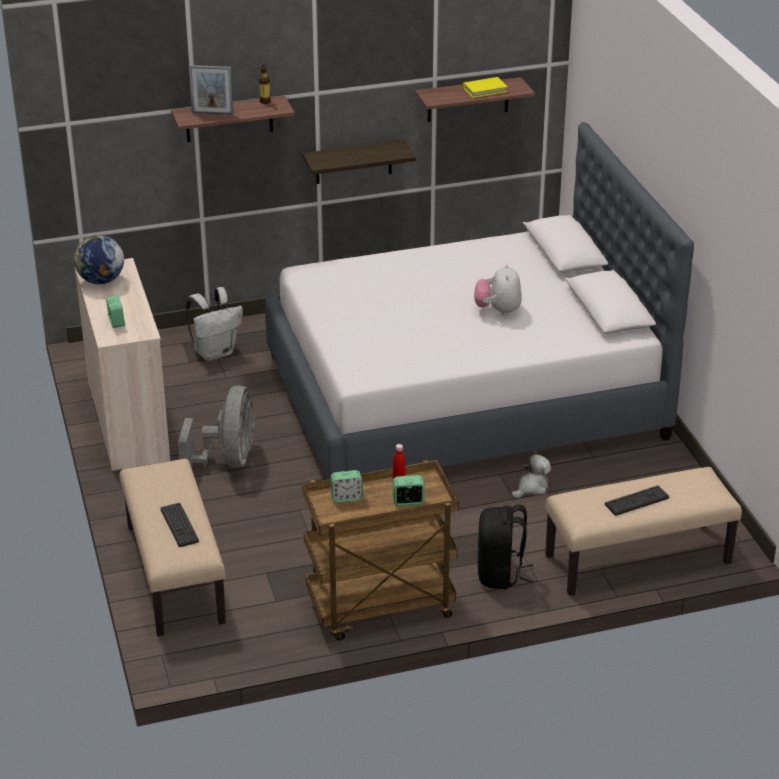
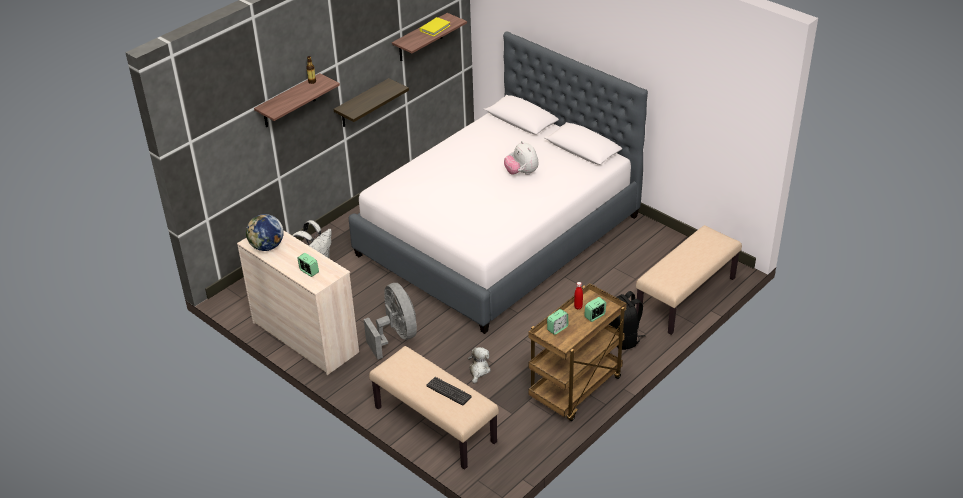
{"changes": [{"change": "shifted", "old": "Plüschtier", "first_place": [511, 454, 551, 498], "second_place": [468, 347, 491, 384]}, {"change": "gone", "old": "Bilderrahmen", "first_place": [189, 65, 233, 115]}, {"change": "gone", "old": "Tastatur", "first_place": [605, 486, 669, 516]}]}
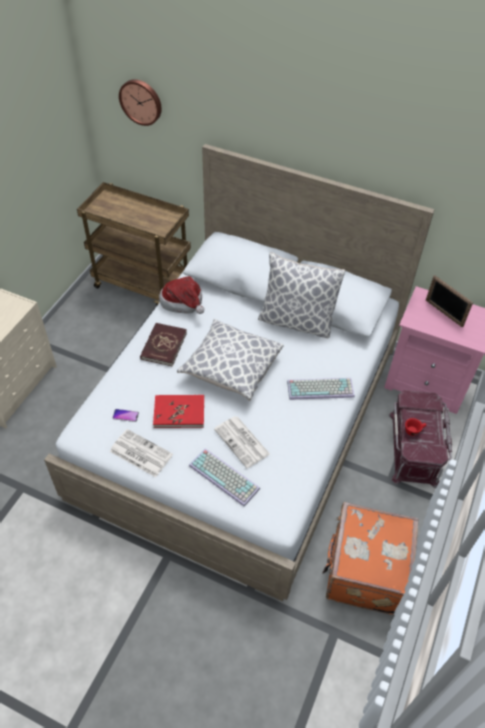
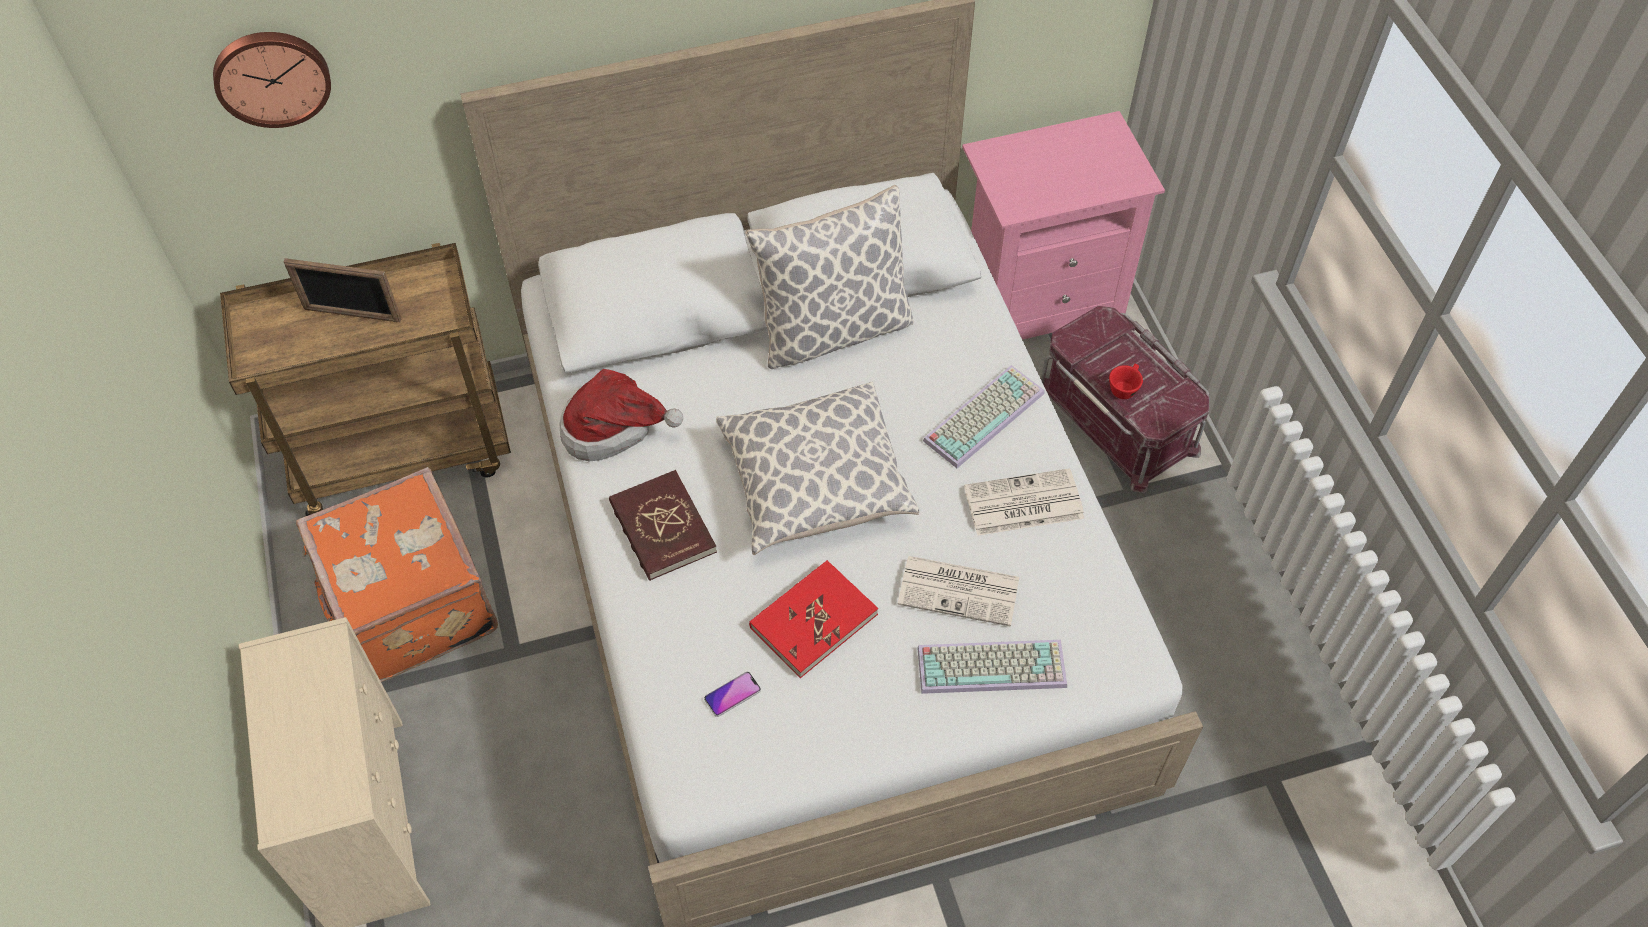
{"changes": [{"change": "shifted", "old": "Bilderrahmen", "first_place": [426, 275, 473, 327], "second_place": [283, 258, 401, 322]}, {"change": "shifted", "old": "Koffer [orange]", "first_place": [322, 502, 419, 615], "second_place": [296, 467, 498, 682]}, {"change": "shifted", "old": "Zeitung", "first_place": [110, 429, 173, 477], "second_place": [964, 468, 1084, 536]}]}
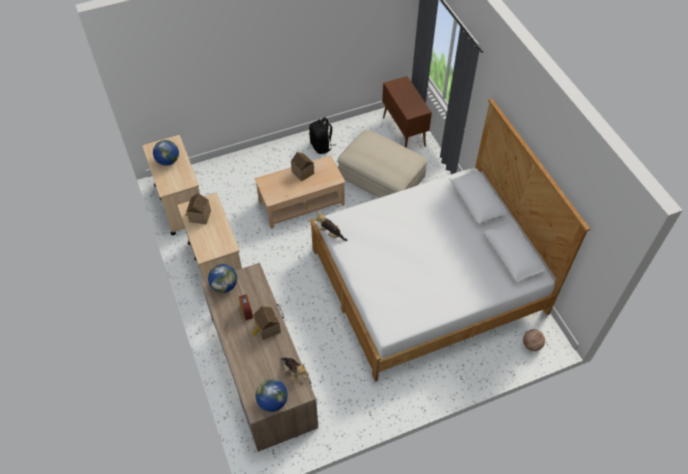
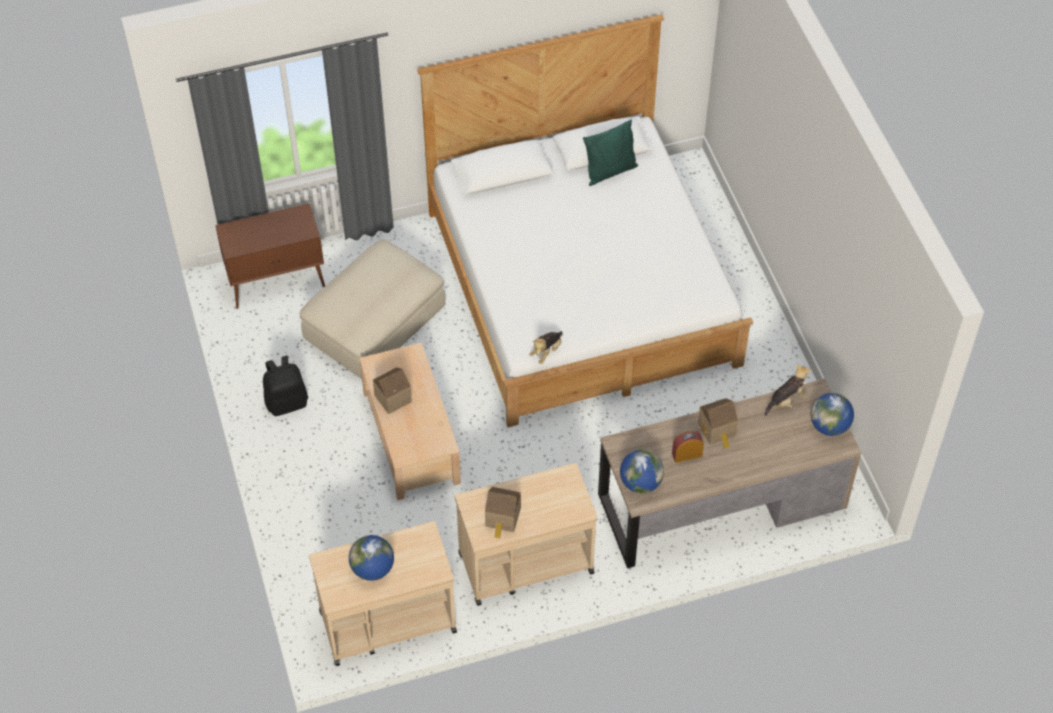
{"changes": [{"change": "new", "new": "Kissen [grün]", "second_place": [583, 120, 638, 186]}, {"change": "gone", "old": "Basketball", "first_place": [523, 329, 545, 351]}]}
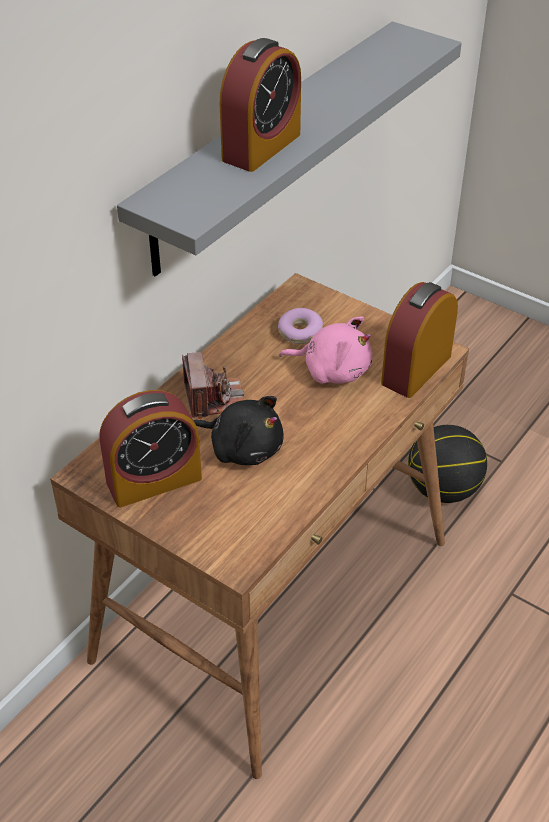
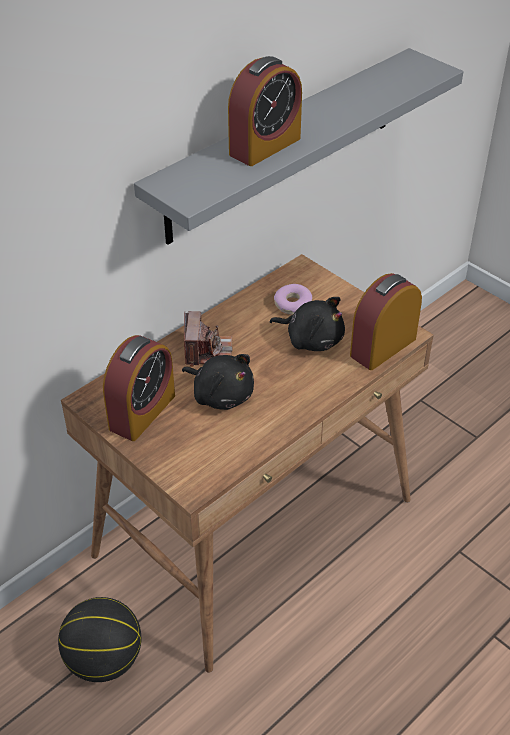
{"changes": [{"change": "shifted", "old": "Basketball", "first_place": [408, 425, 487, 503], "second_place": [58, 597, 141, 682]}, {"change": "rotated", "old": "Wecker", "first_place": [100, 390, 202, 507], "second_place": [103, 335, 175, 441], "degrees": -45}, {"change": "repainted", "old": "Plüschtier [rosa]", "new": "Plüschtier [schwarz]", "first_place": [279, 316, 372, 384], "second_place": [270, 297, 345, 351]}]}
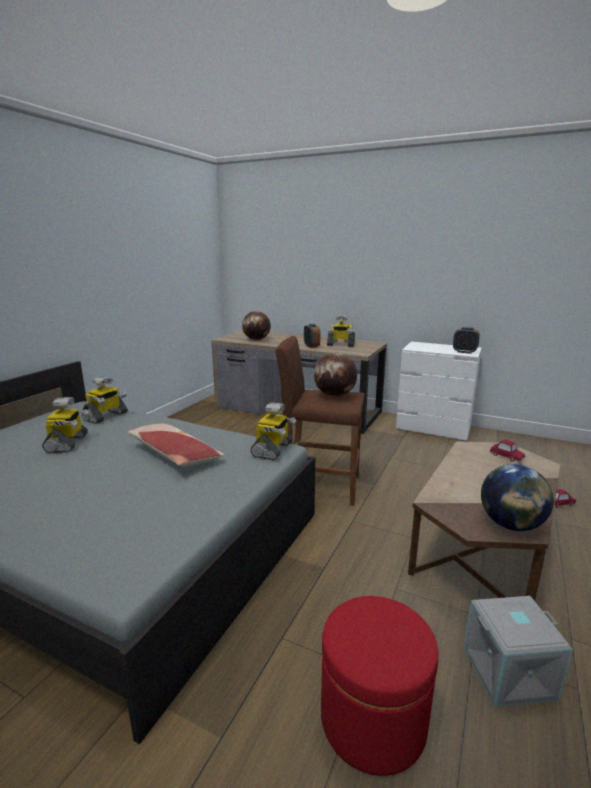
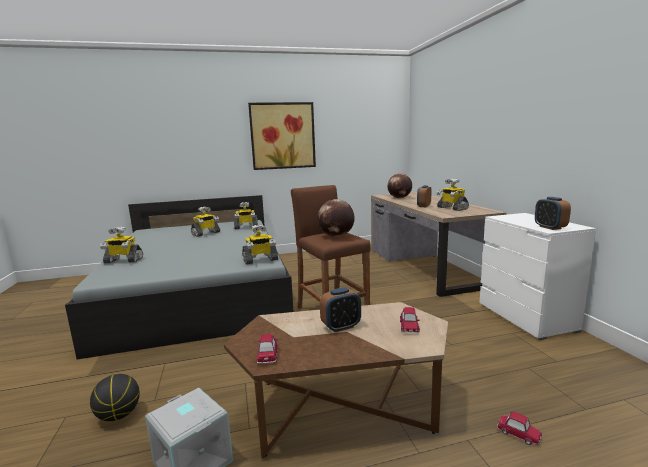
{"changes": [{"change": "swapped", "old": "Polsterhocker [rot]", "new": "Basketball", "first_place": [321, 596, 439, 776], "second_place": [90, 374, 140, 421]}, {"change": "new", "new": "Spielzeugroboter", "second_place": [100, 226, 143, 263]}, {"change": "new", "new": "Bild", "second_place": [248, 102, 316, 170]}, {"change": "swapped", "old": "Globus", "new": "Spielzeugauto", "first_place": [481, 464, 554, 531], "second_place": [257, 334, 278, 363]}, {"change": "new", "new": "Wecker", "second_place": [320, 287, 361, 332]}, {"change": "gone", "old": "Kissen", "first_place": [128, 424, 224, 466]}]}
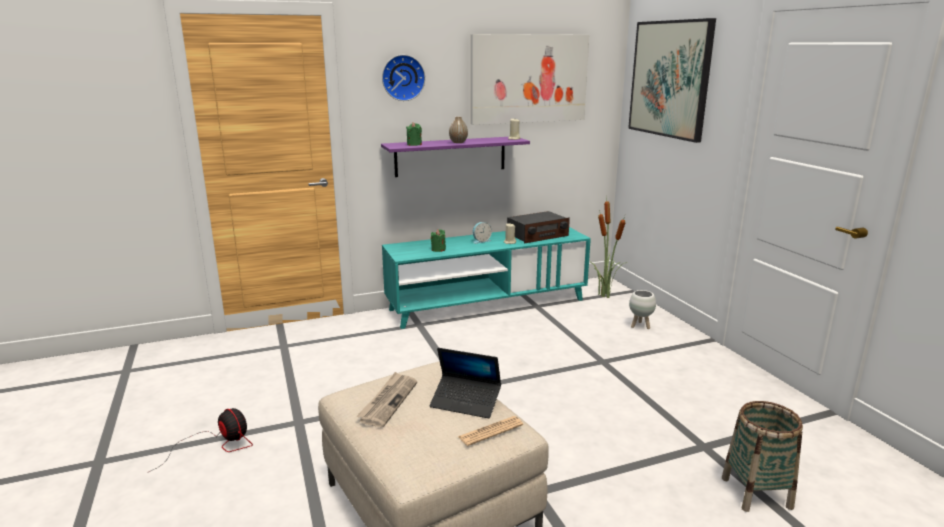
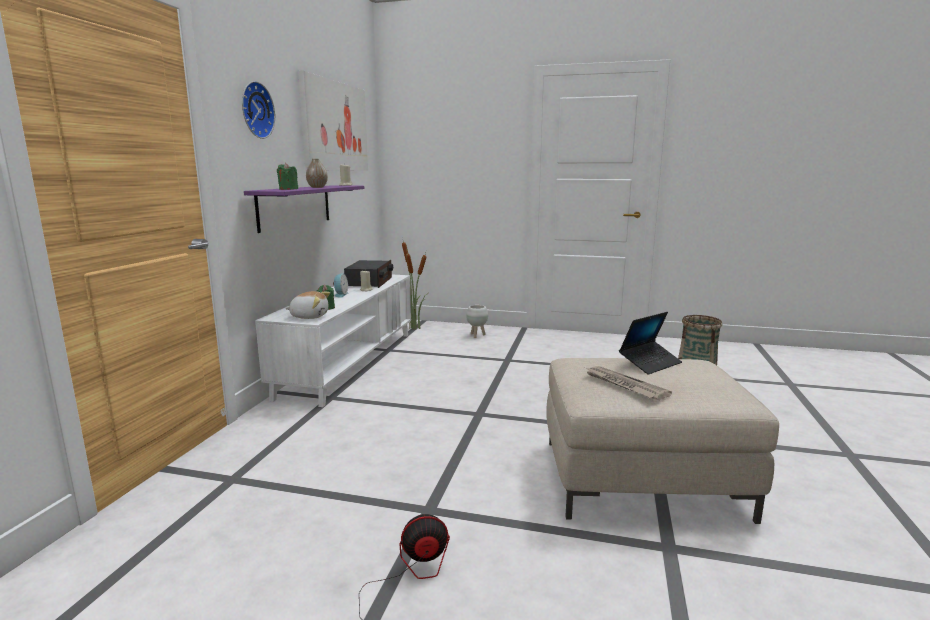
{"changes": [{"change": "repainted", "old": "Fernsehschrank [türkis]", "new": "Fernsehschrank [weiß]", "first_place": [382, 227, 591, 329], "second_place": [255, 275, 411, 407]}, {"change": "new", "new": "Plüschtier", "second_place": [286, 291, 330, 319]}, {"change": "gone", "old": "Zeitung", "first_place": [458, 416, 523, 446]}, {"change": "gone", "old": "Bild", "first_place": [628, 18, 716, 143]}]}
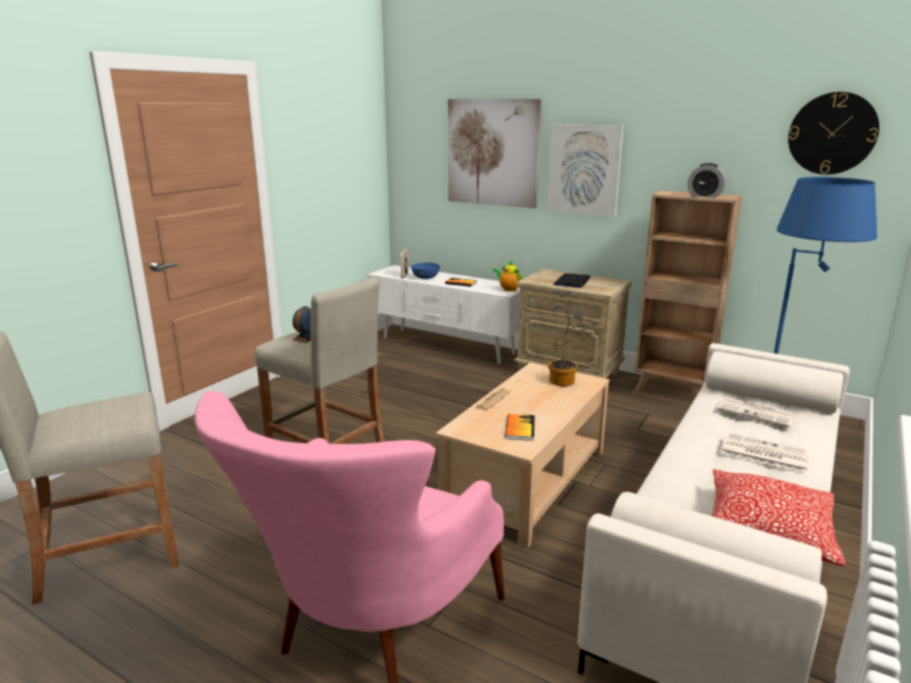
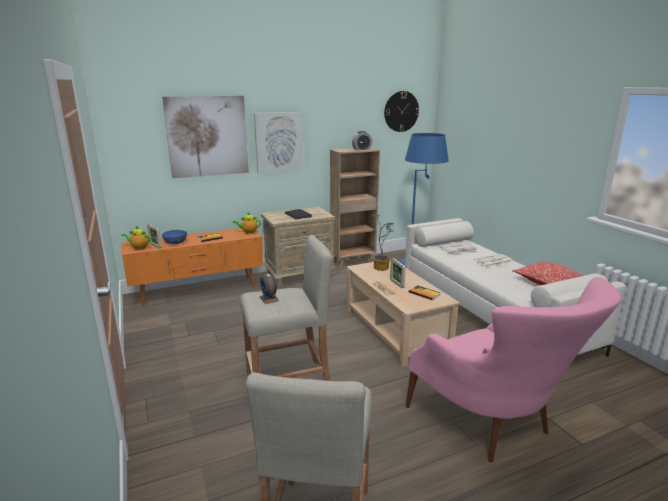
{"changes": [{"change": "new", "new": "Teekanne", "second_place": [121, 225, 150, 250]}, {"change": "repainted", "old": "Fernsehschrank [weiß]", "new": "Fernsehschrank [orange]", "first_place": [367, 265, 520, 364], "second_place": [122, 228, 264, 306]}, {"change": "new", "new": "Bilderrahmen", "second_place": [390, 258, 406, 288]}]}
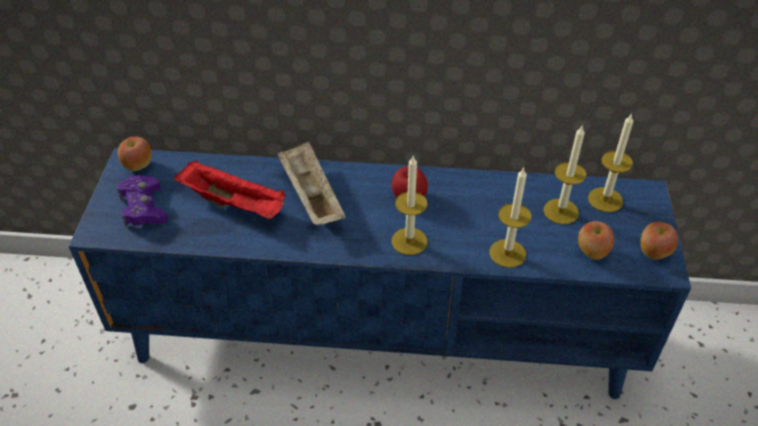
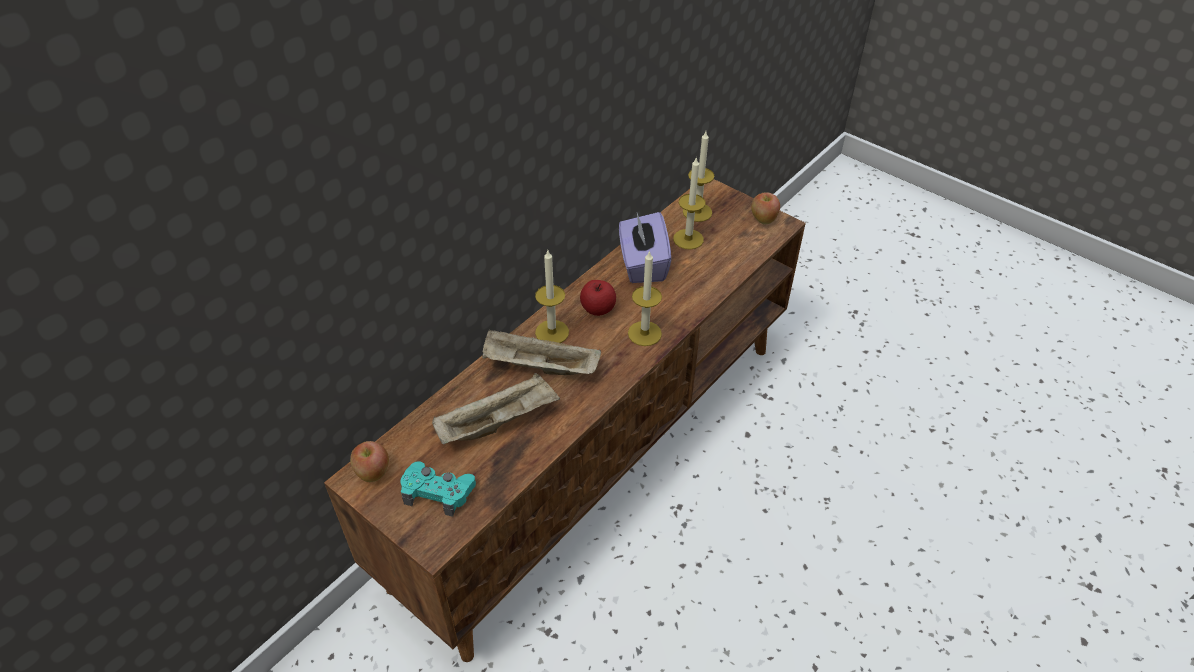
{"changes": [{"change": "repainted", "old": "Fernsehschrank [blau]", "new": "Fernsehschrank [braun]", "first_place": [68, 148, 691, 399], "second_place": [324, 179, 806, 662]}, {"change": "repainted", "old": "Gamepad [lila]", "new": "Gamepad [türkis]", "first_place": [117, 175, 168, 227], "second_place": [400, 461, 476, 517]}, {"change": "repainted", "old": "Tablett [rot]", "new": "Tablett [beige]", "first_place": [174, 160, 286, 219], "second_place": [432, 373, 560, 444]}, {"change": "shifted", "old": "Kerze", "first_place": [489, 167, 531, 268], "second_place": [535, 250, 569, 343]}, {"change": "new", "new": "Taschentuchbox [lila]", "second_place": [619, 212, 671, 283]}, {"change": "gone", "old": "Apfel", "first_place": [578, 221, 614, 260]}]}
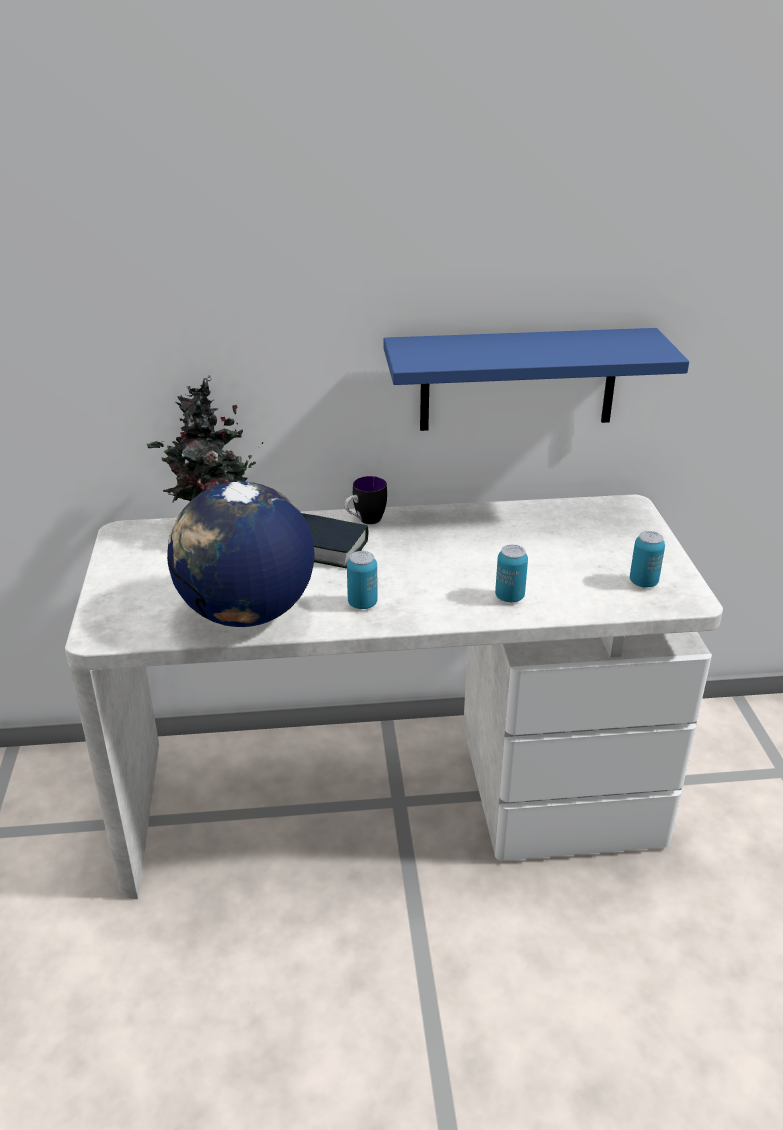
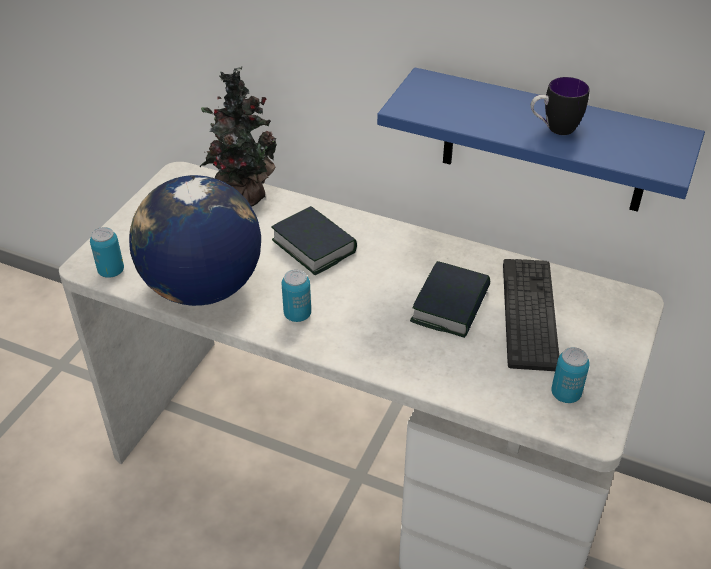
{"changes": [{"change": "shifted", "old": "Dose", "first_place": [495, 545, 528, 602], "second_place": [90, 227, 124, 278]}, {"change": "new", "new": "Buch", "second_place": [410, 261, 490, 338]}, {"change": "new", "new": "Tastatur", "second_place": [503, 259, 559, 371]}, {"change": "shifted", "old": "Henkelbecher", "first_place": [344, 476, 387, 524], "second_place": [531, 77, 590, 135]}]}
